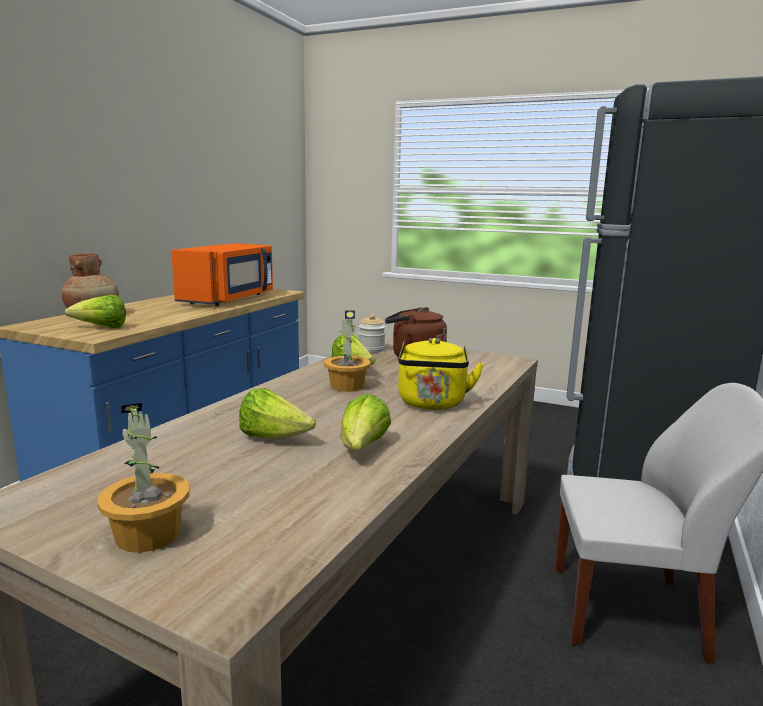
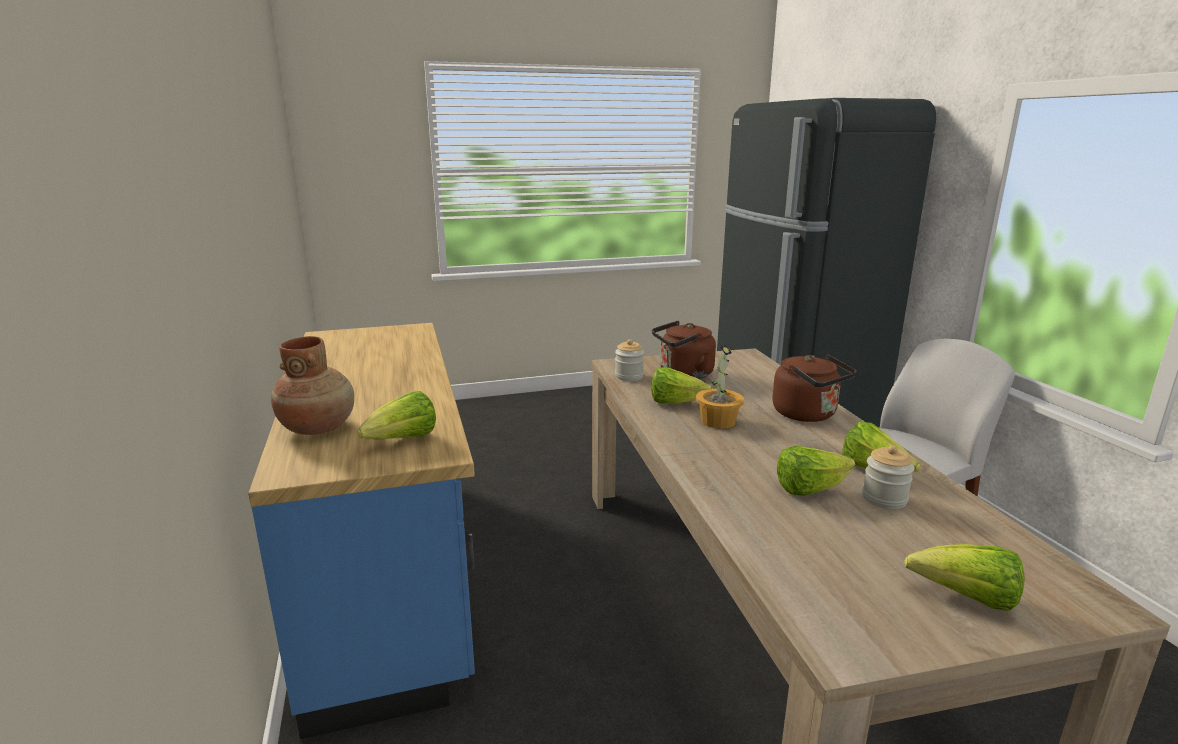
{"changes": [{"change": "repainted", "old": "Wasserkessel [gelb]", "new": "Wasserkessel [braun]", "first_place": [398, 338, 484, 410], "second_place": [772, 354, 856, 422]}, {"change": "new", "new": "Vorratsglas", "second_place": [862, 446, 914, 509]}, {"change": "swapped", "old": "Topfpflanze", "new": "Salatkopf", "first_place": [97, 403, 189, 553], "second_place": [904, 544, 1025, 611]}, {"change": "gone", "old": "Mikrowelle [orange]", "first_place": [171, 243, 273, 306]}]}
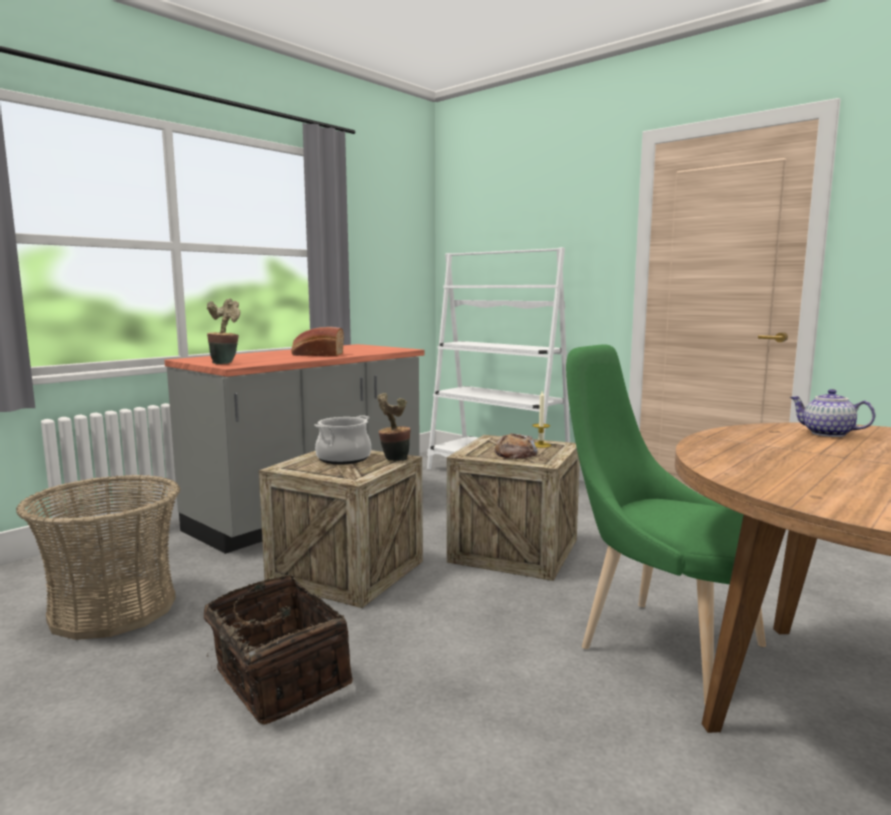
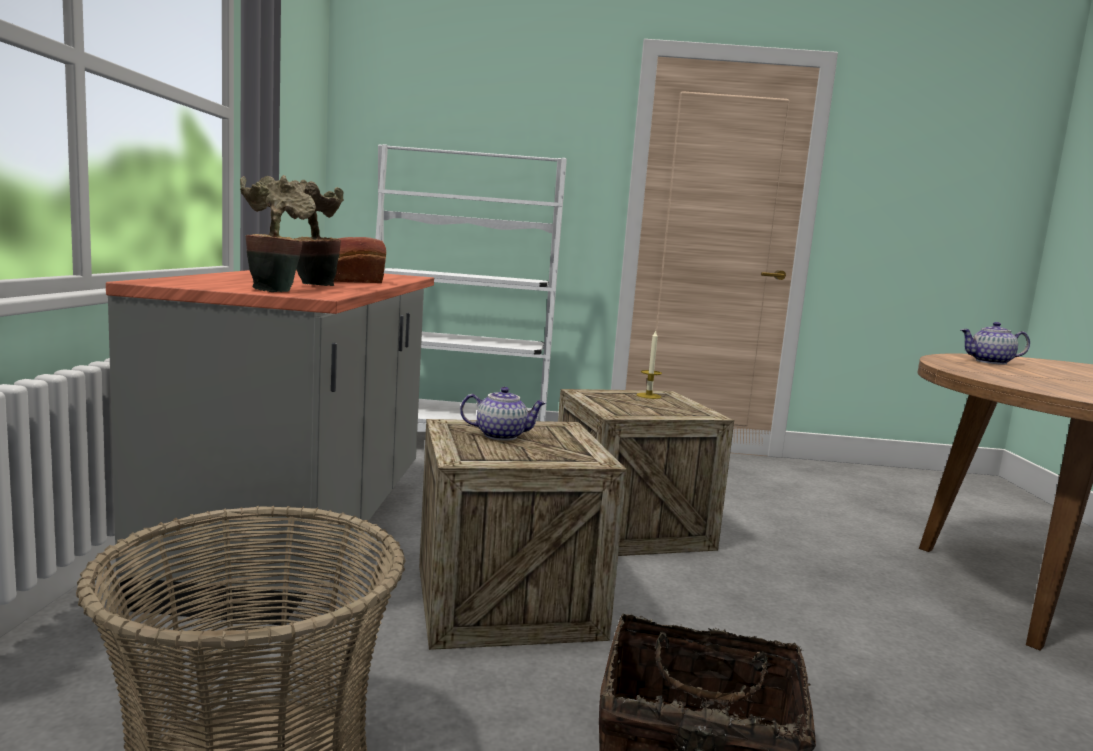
{"changes": [{"change": "shifted", "old": "Topfpflanze", "first_place": [377, 393, 411, 461], "second_place": [286, 180, 344, 286]}, {"change": "swapped", "old": "Kochtopf", "new": "Teekanne", "first_place": [314, 415, 371, 464], "second_place": [460, 387, 546, 441]}, {"change": "gone", "old": "Brot", "first_place": [493, 433, 538, 459]}, {"change": "gone", "old": "Stuhl [grün]", "first_place": [566, 344, 766, 705]}]}
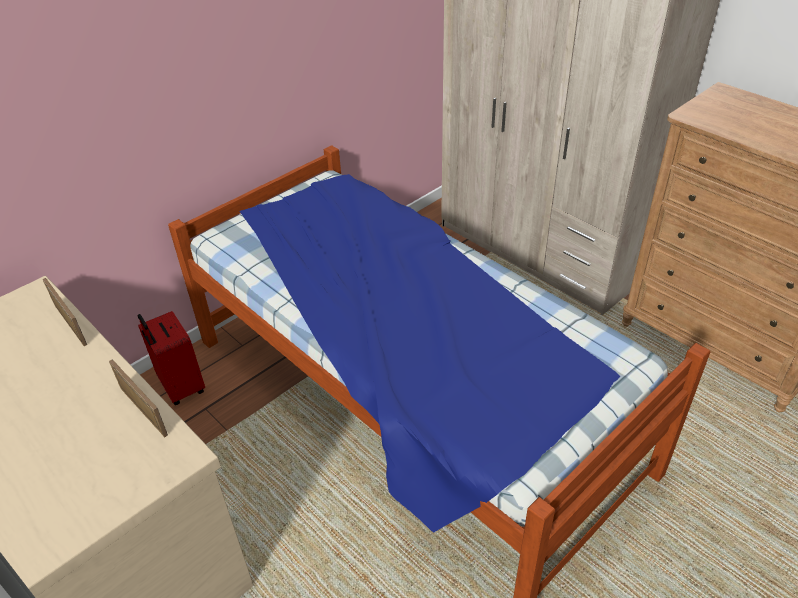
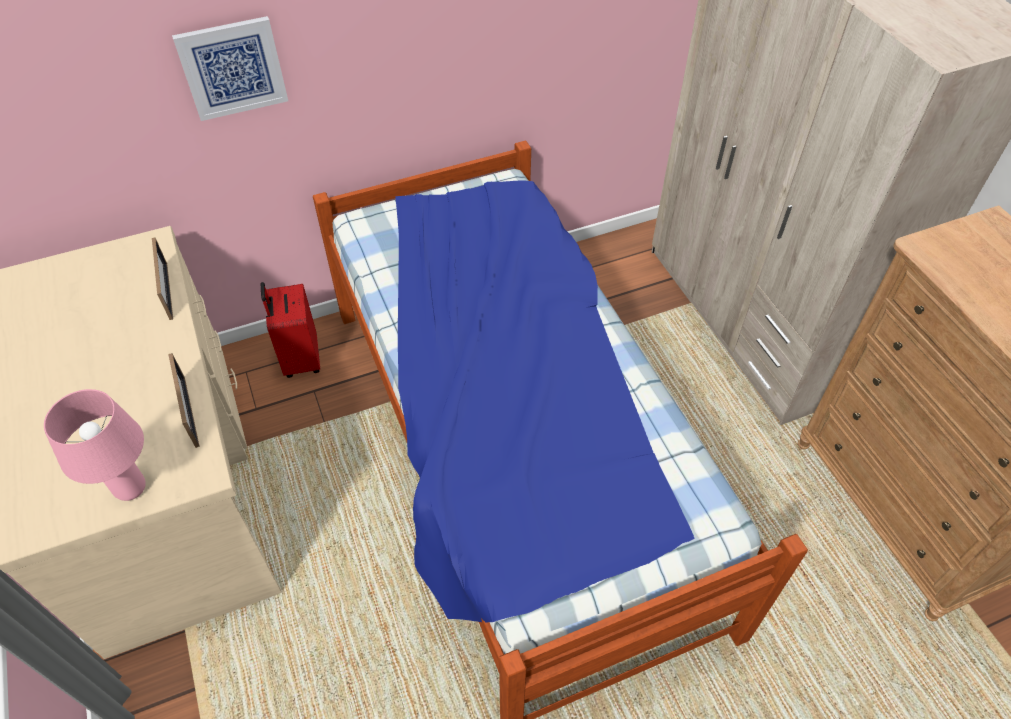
{"changes": [{"change": "new", "new": "Tischlampe [rosa]", "second_place": [44, 389, 146, 501]}, {"change": "new", "new": "Bild", "second_place": [172, 16, 288, 121]}]}
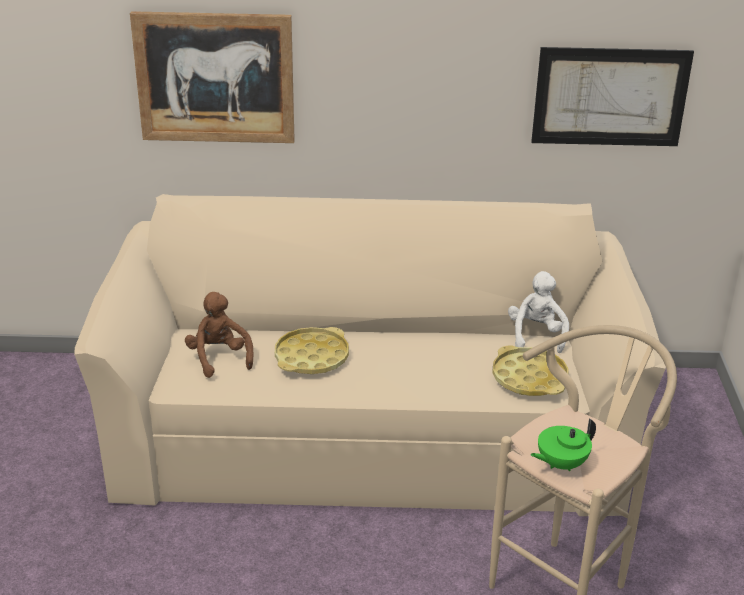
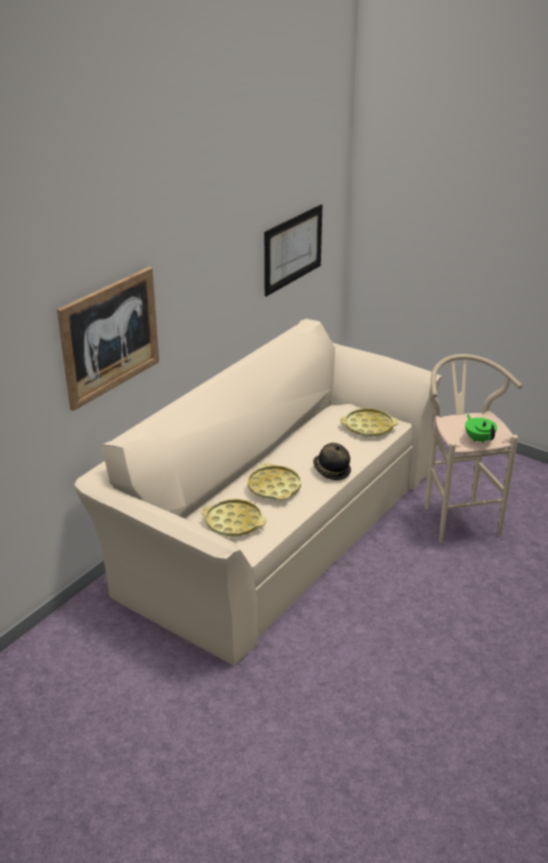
{"changes": [{"change": "swapped", "old": "Plüschtier [braun]", "new": "Tablett [gelb]", "first_place": [185, 292, 254, 378], "second_place": [202, 499, 267, 537]}, {"change": "new", "new": "Hut", "second_place": [313, 443, 351, 480]}, {"change": "rotated", "old": "Teekanne [grün]", "first_place": [530, 418, 596, 471], "second_place": [465, 414, 497, 443], "degrees": 150}, {"change": "gone", "old": "Plüschtier [weiß]", "first_place": [508, 271, 569, 353]}]}
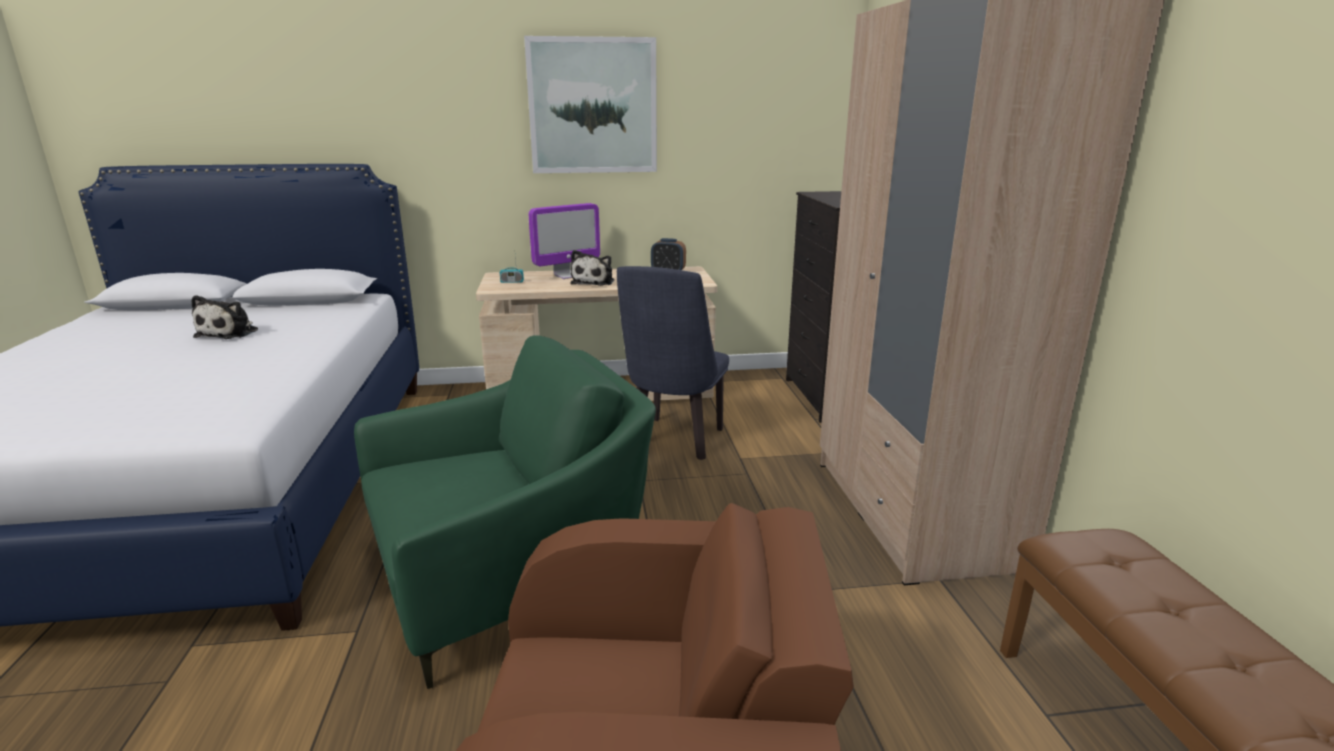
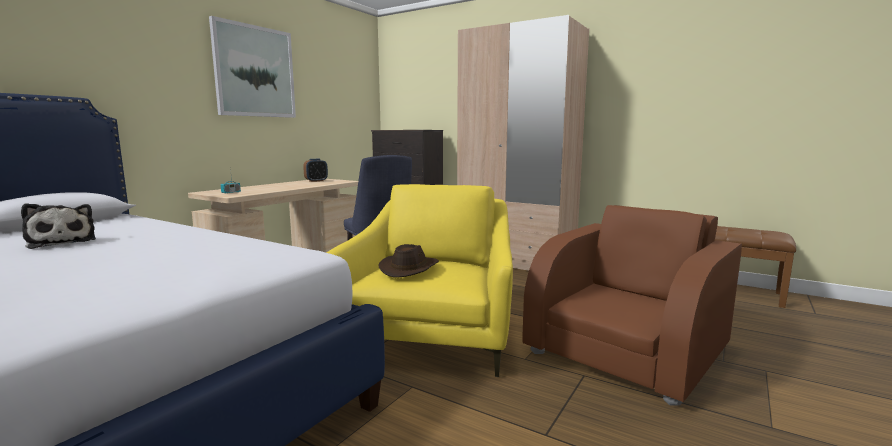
{"changes": [{"change": "repainted", "old": "Sessel [grün]", "new": "Sessel [gelb]", "first_place": [354, 335, 656, 689], "second_place": [326, 184, 513, 377]}, {"change": "new", "new": "Hut [braun]", "second_place": [379, 244, 439, 277]}, {"change": "gone", "old": "Monitor", "first_place": [529, 203, 600, 279]}, {"change": "gone", "old": "Plüschtier", "first_place": [571, 250, 614, 286]}]}
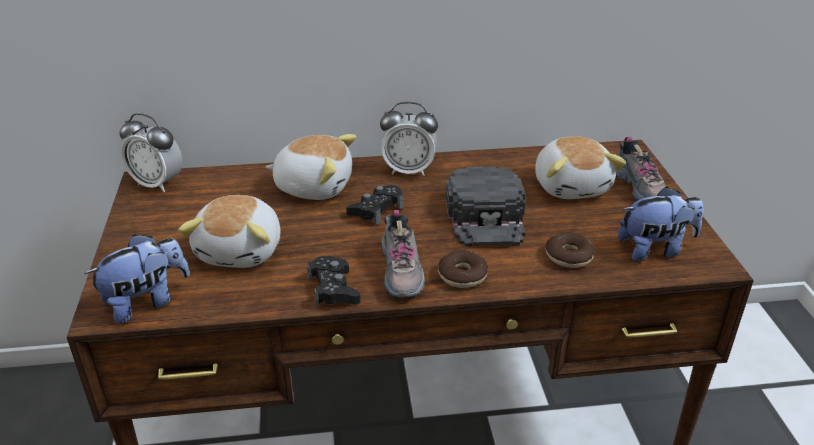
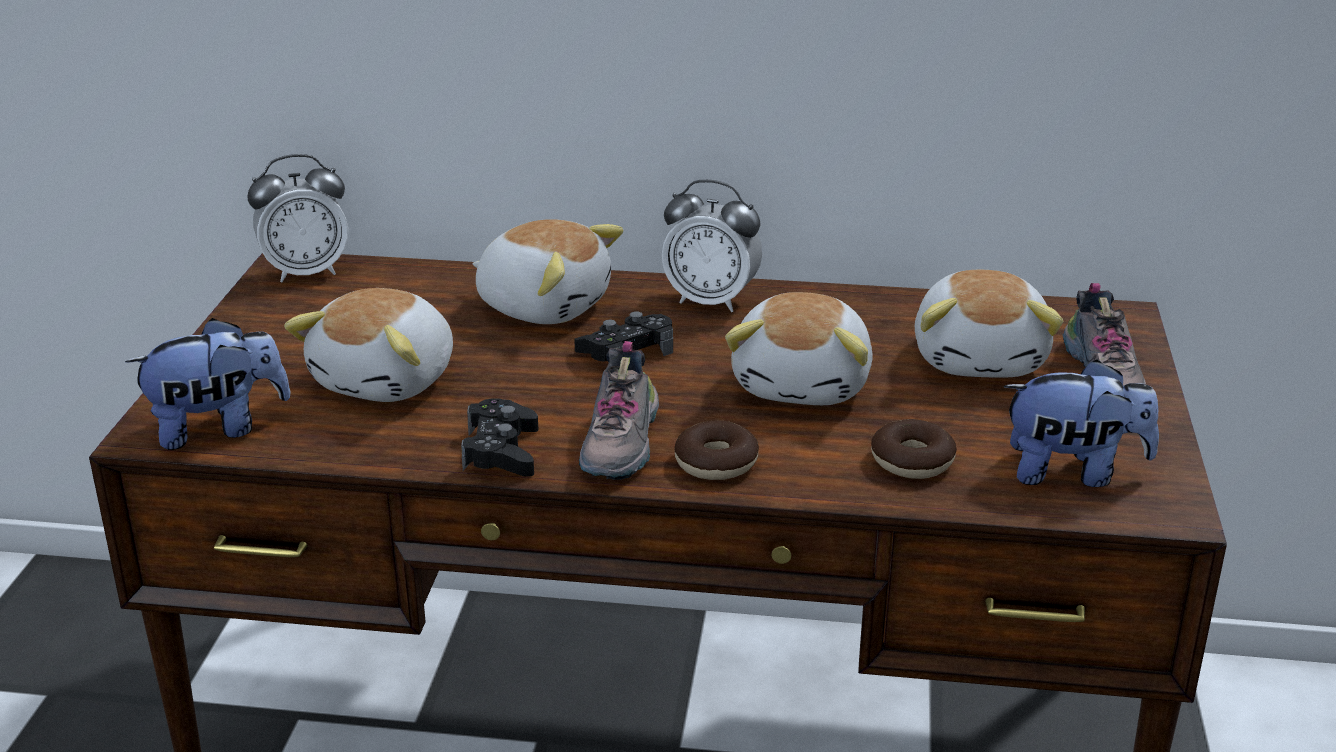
{"changes": [{"change": "rotated", "old": "Wecker", "first_place": [119, 113, 182, 192], "second_place": [247, 154, 348, 282], "degrees": -60}, {"change": "swapped", "old": "Kappe [schwarz]", "new": "Plüschtier", "first_place": [446, 166, 525, 247], "second_place": [725, 292, 872, 405]}]}
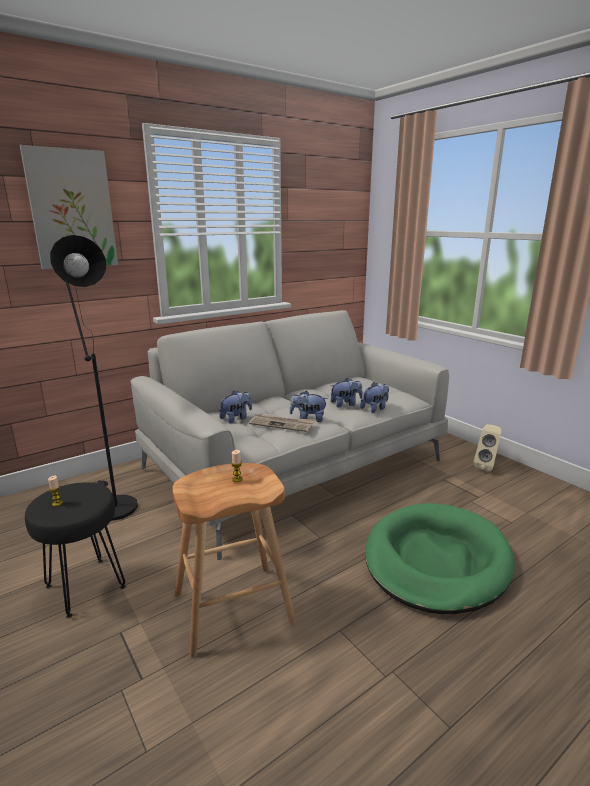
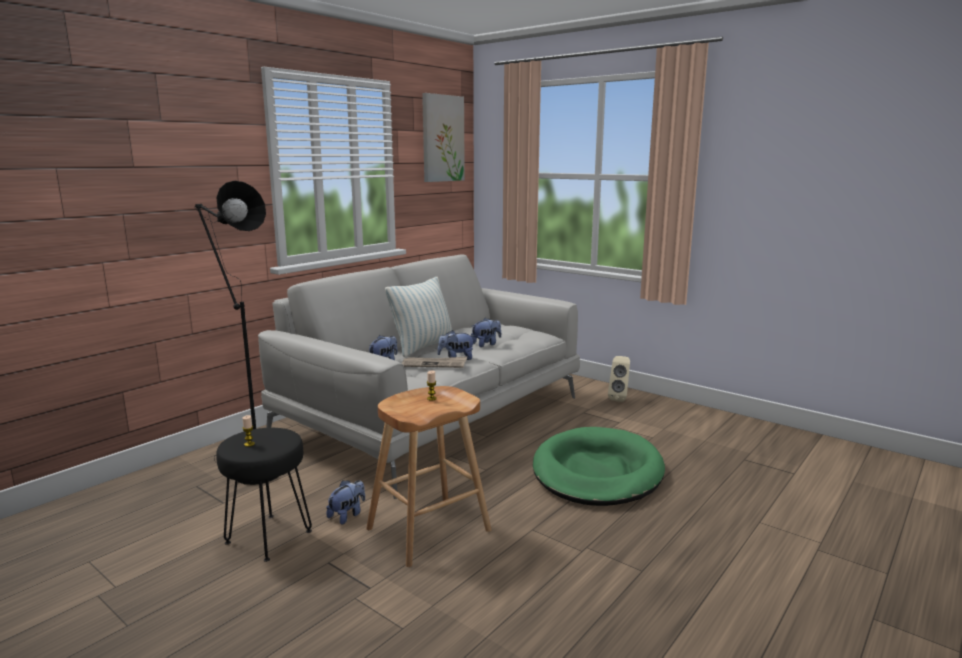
{"changes": [{"change": "shifted", "old": "Plüschtier", "first_place": [360, 382, 389, 413], "second_place": [327, 480, 365, 525]}, {"change": "new", "new": "Kissen", "second_place": [385, 277, 452, 357]}, {"change": "shifted", "old": "Bild", "first_place": [20, 145, 118, 269], "second_place": [422, 93, 465, 182]}]}
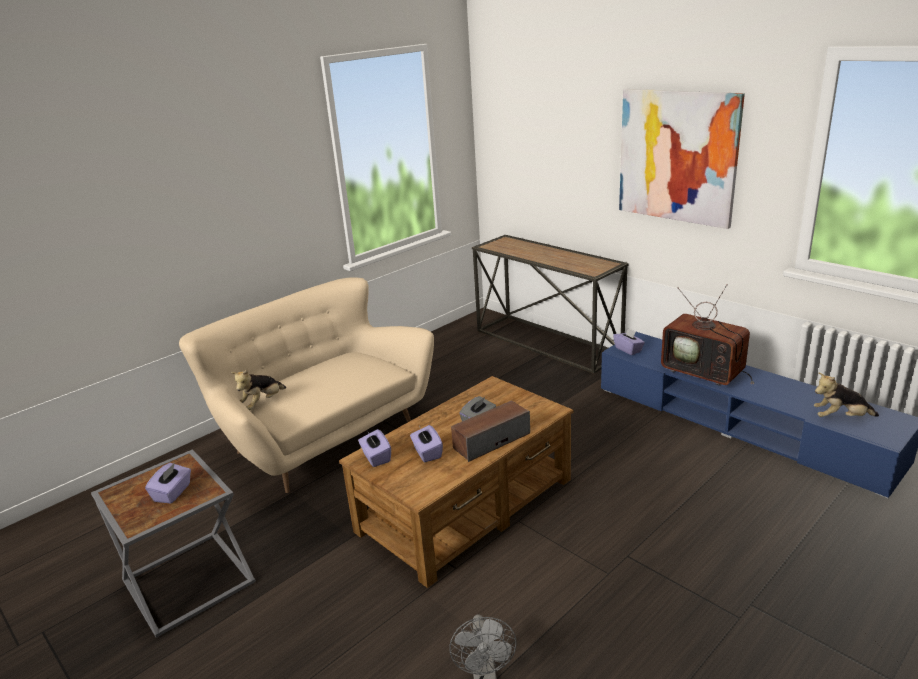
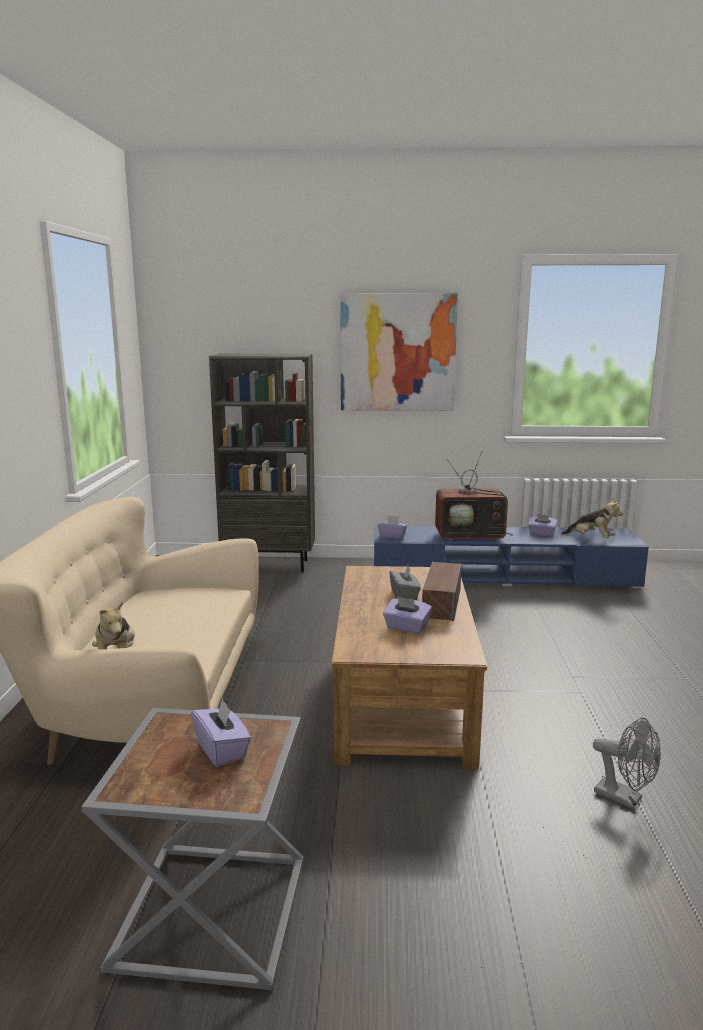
{"changes": [{"change": "swapped", "old": "Konsolentisch", "new": "Bücherregal [braun]", "first_place": [472, 235, 629, 374], "second_place": [209, 354, 315, 572]}, {"change": "shifted", "old": "Taschentuchbox [lila]", "first_place": [358, 429, 391, 467], "second_place": [528, 514, 558, 537]}, {"change": "rotated", "old": "Plüschtier", "first_place": [814, 372, 879, 417], "second_place": [561, 498, 623, 538], "degrees": -105}]}
